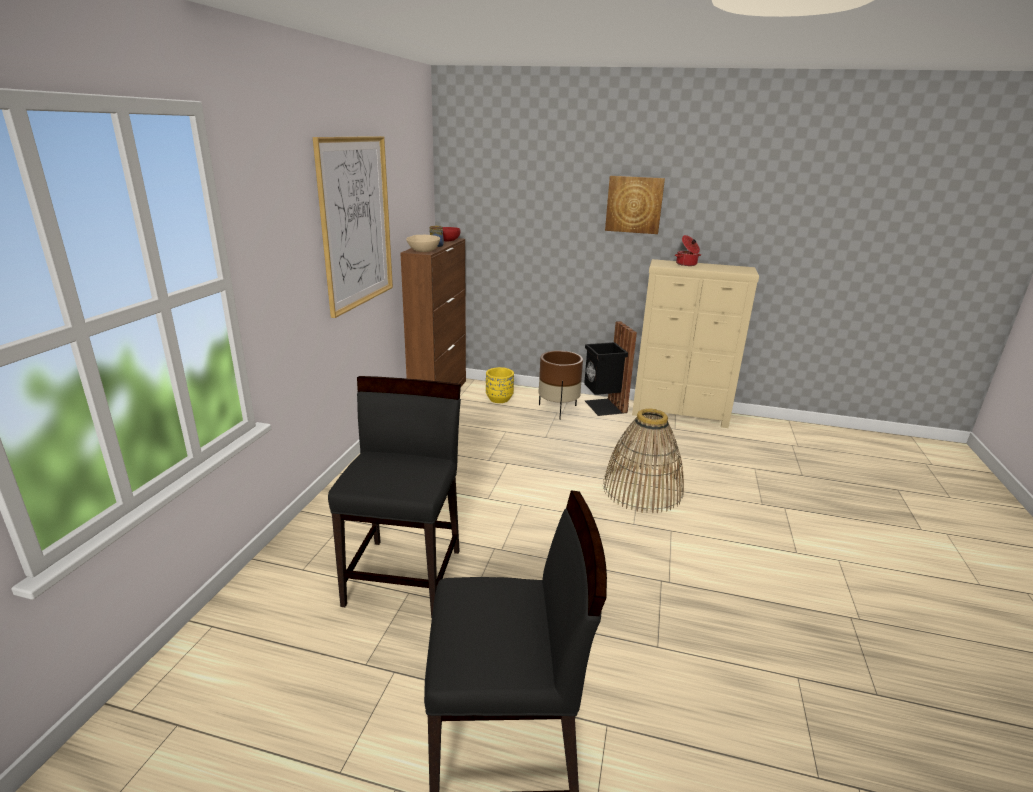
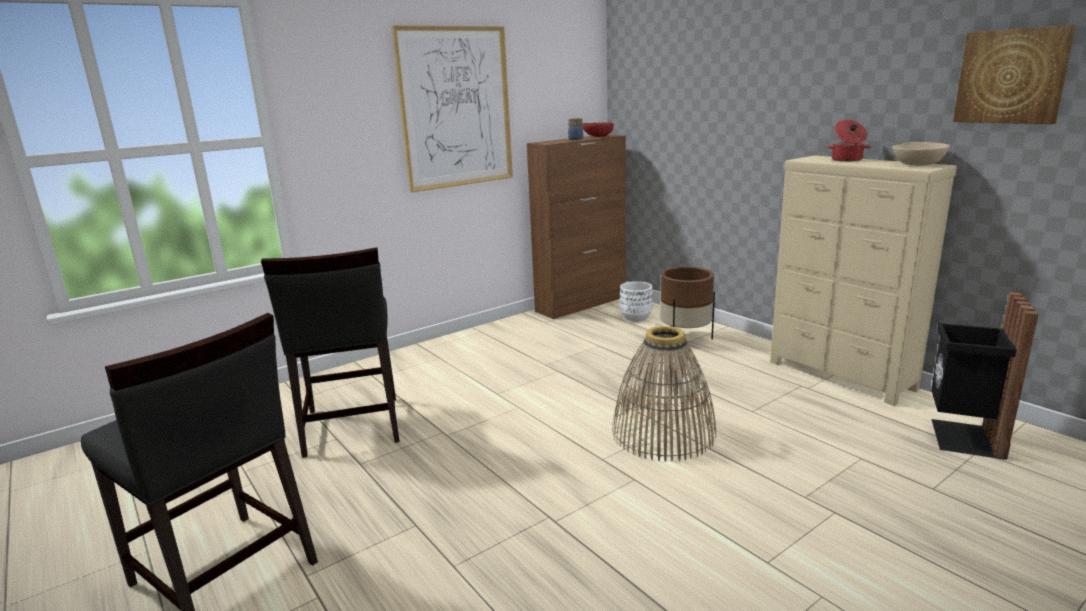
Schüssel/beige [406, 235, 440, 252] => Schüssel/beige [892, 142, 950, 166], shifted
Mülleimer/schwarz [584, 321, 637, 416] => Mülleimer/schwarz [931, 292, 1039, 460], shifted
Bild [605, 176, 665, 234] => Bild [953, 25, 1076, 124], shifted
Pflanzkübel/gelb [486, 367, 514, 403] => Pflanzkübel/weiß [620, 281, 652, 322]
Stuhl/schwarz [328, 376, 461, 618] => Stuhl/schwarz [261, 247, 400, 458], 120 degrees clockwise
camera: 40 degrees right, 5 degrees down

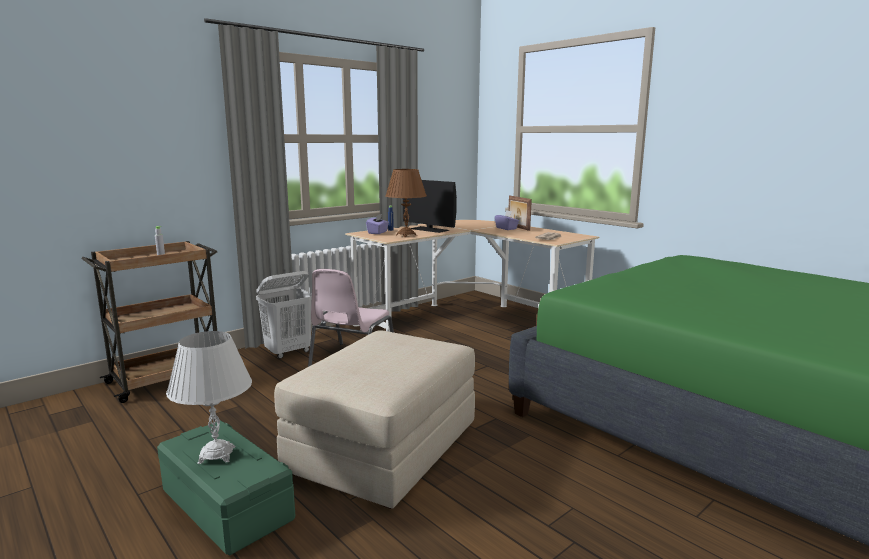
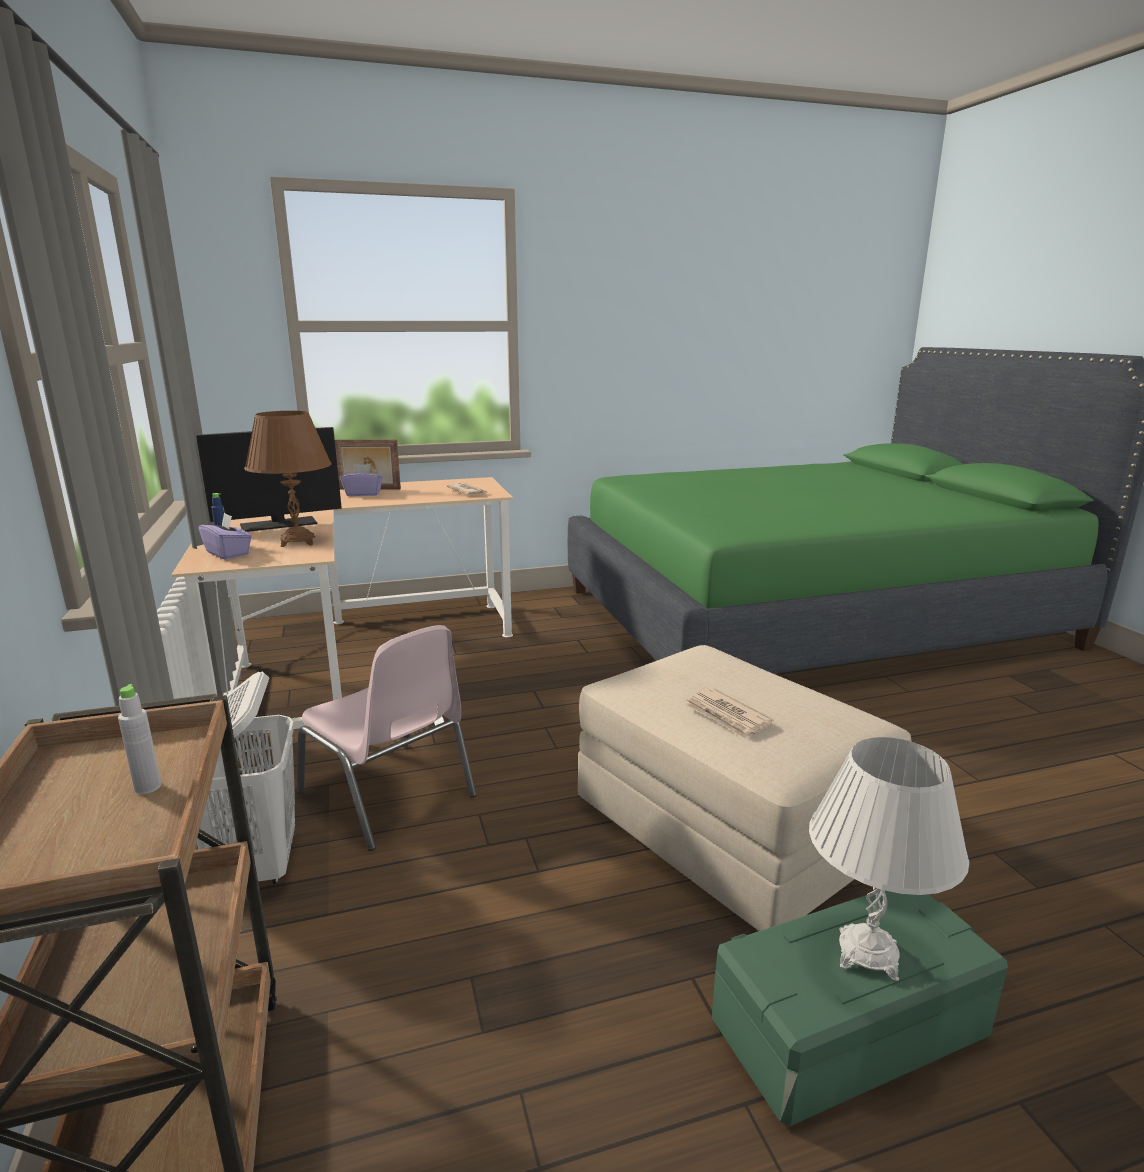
nothing => Zeitung [684, 688, 773, 740]
camera: 65 degrees left, 5 degrees up

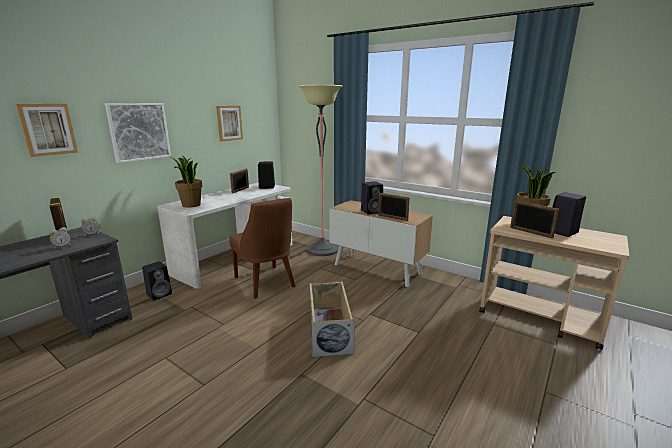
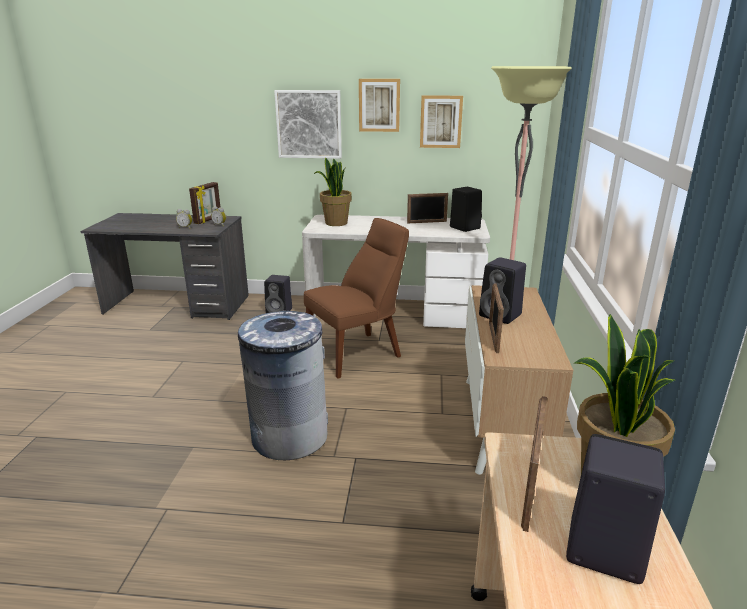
Bild [16, 104, 78, 157] => Bild [359, 79, 400, 132], shifted
Aufbewahrungsbox/beige [310, 282, 355, 357] => Mülleimer/grau [238, 310, 328, 460]
Stuhl/braun [229, 198, 296, 299] => Stuhl/braun [304, 218, 409, 378], 150 degrees counterclockwise
camera: 60 degrees right, 5 degrees up

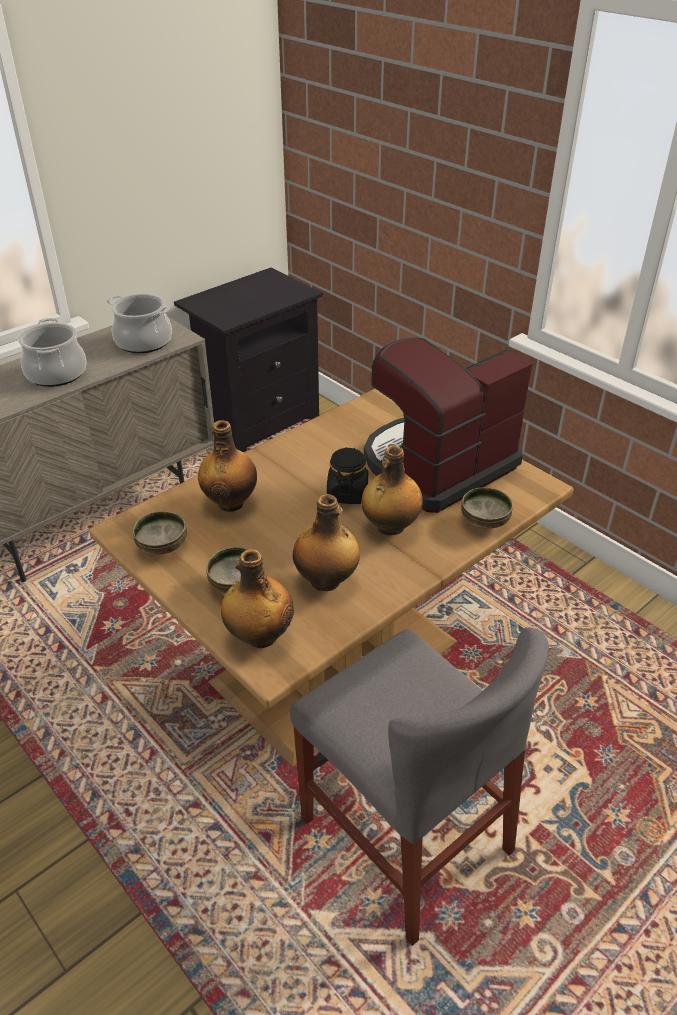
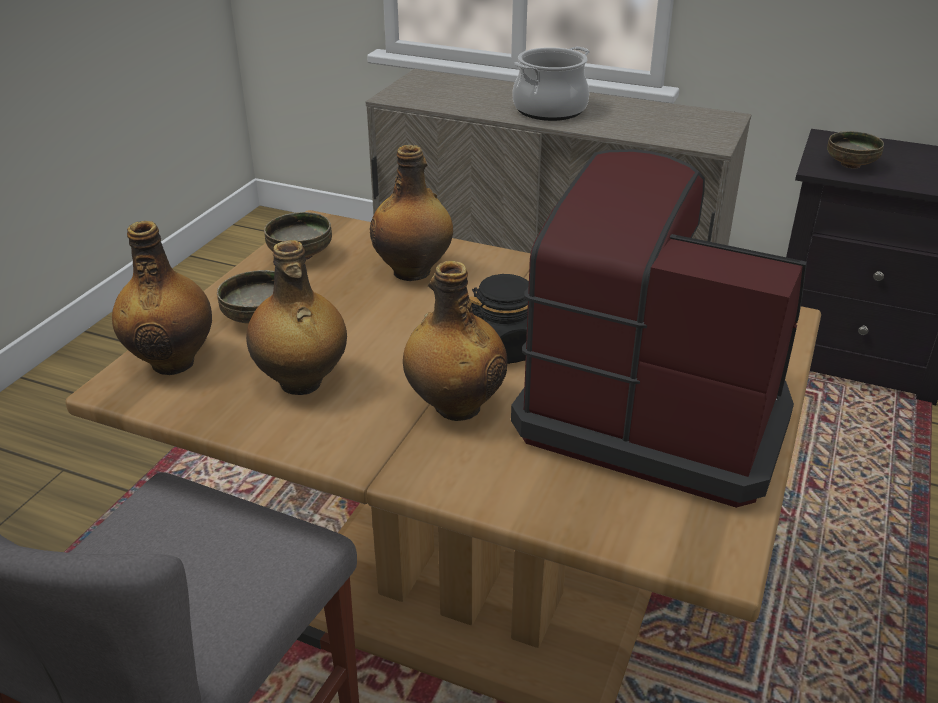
Kochtopf [107, 293, 172, 353] => nothing
Schüssel [461, 487, 513, 529] => Schüssel [827, 131, 884, 169], shifted
camera: 65 degrees right, 5 degrees down

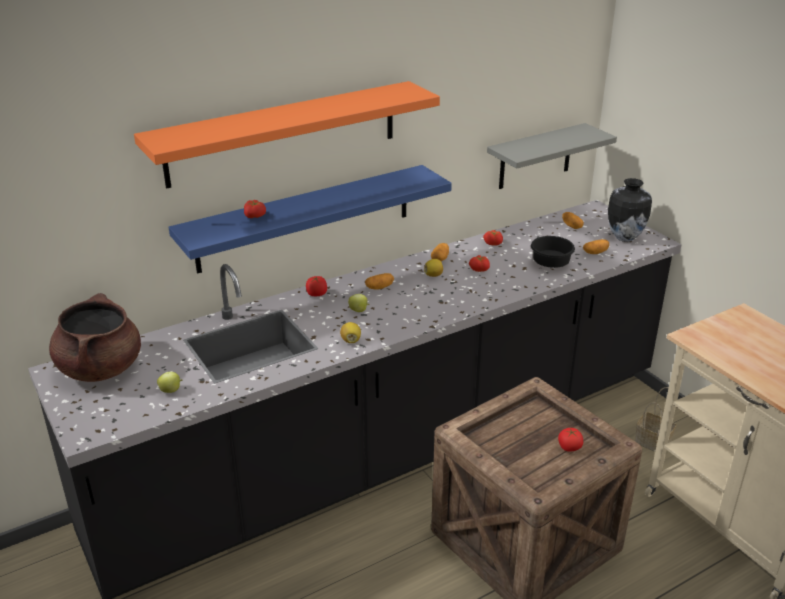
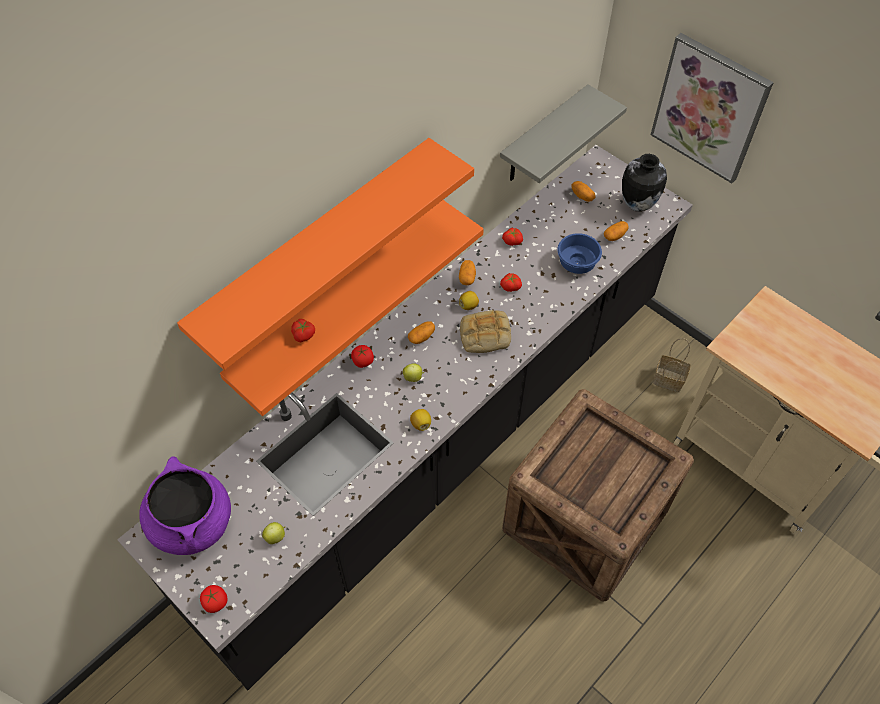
nothing => Brot [460, 310, 511, 353]
nothing => Bild [651, 33, 774, 183]
Tomate [558, 428, 583, 452] => Tomate [200, 585, 228, 613], shifted
Kochtopf/braun [49, 293, 141, 382] => Kochtopf/lila [139, 457, 231, 555]
Wandregal/blau [169, 165, 452, 274] => Wandregal/orange [220, 200, 484, 416]
Schüssel/schwarz [531, 236, 575, 268] => Schüssel/blau [557, 233, 602, 274]
camera: 15 degrees left, 25 degrees up

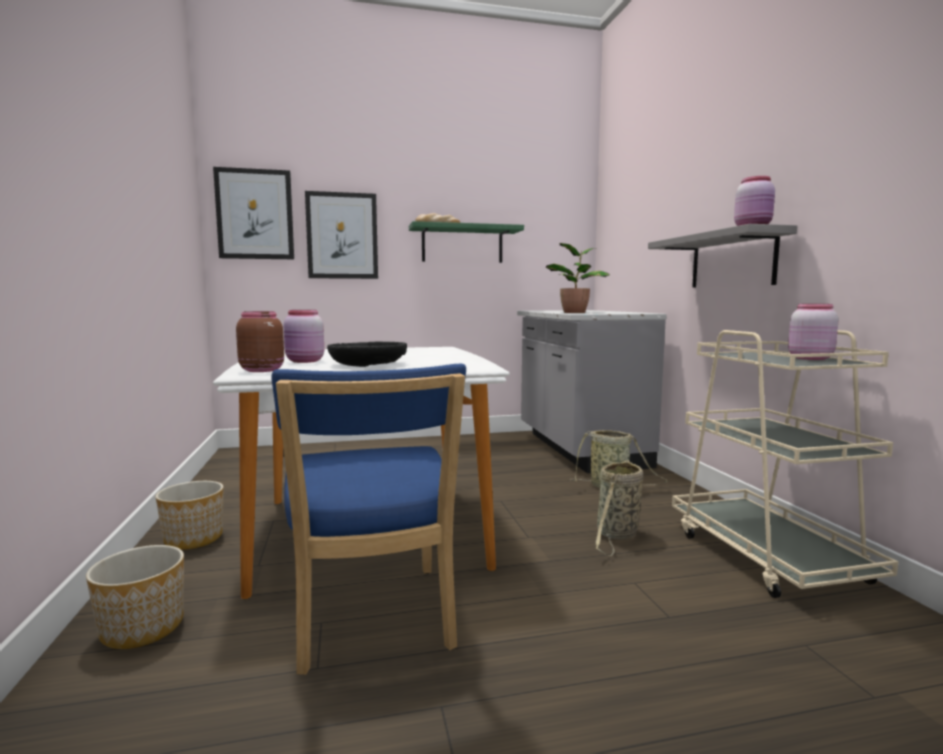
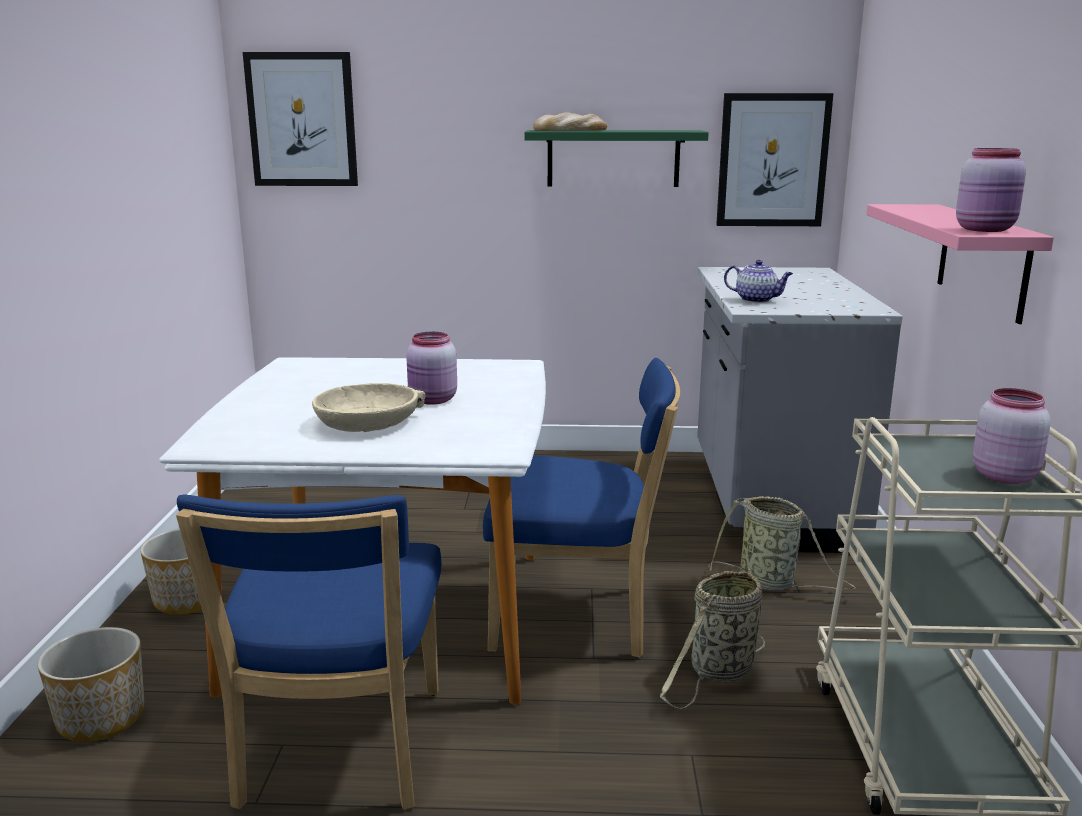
Vorratsglas/braun [236, 311, 284, 372] => nothing
nothing => Stuhl/blau [483, 358, 680, 658]
Vorratsglas/rosa [284, 310, 324, 363] => Vorratsglas/rosa [406, 332, 457, 405], shifted
Bild [305, 191, 378, 279] => Bild [716, 93, 833, 226], shifted
Topfpflanze [546, 243, 610, 313] => Teekanne [724, 260, 793, 303]
Schüssel/schwarz [327, 342, 407, 367] => Schüssel/beige [312, 383, 425, 432]
Wandregal/grau [648, 224, 797, 288] => Wandregal/rosa [866, 204, 1054, 324]
camera: 15 degrees right, 10 degrees up

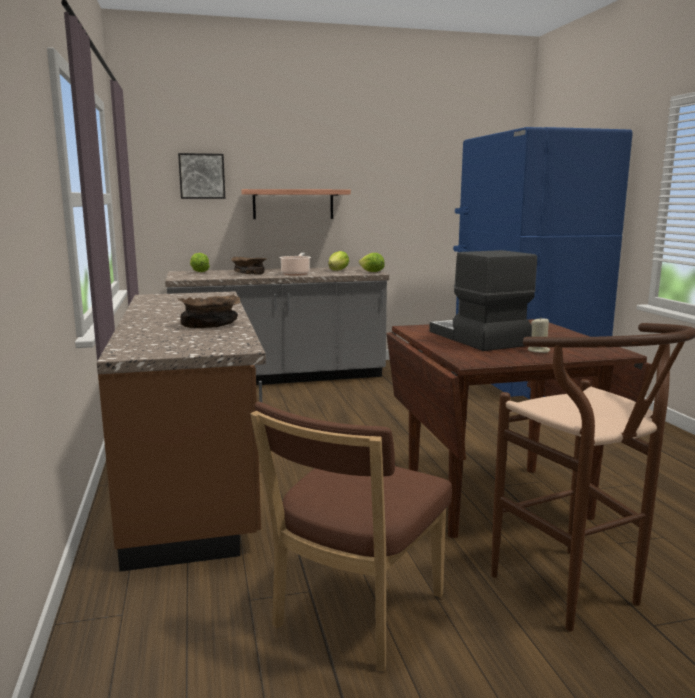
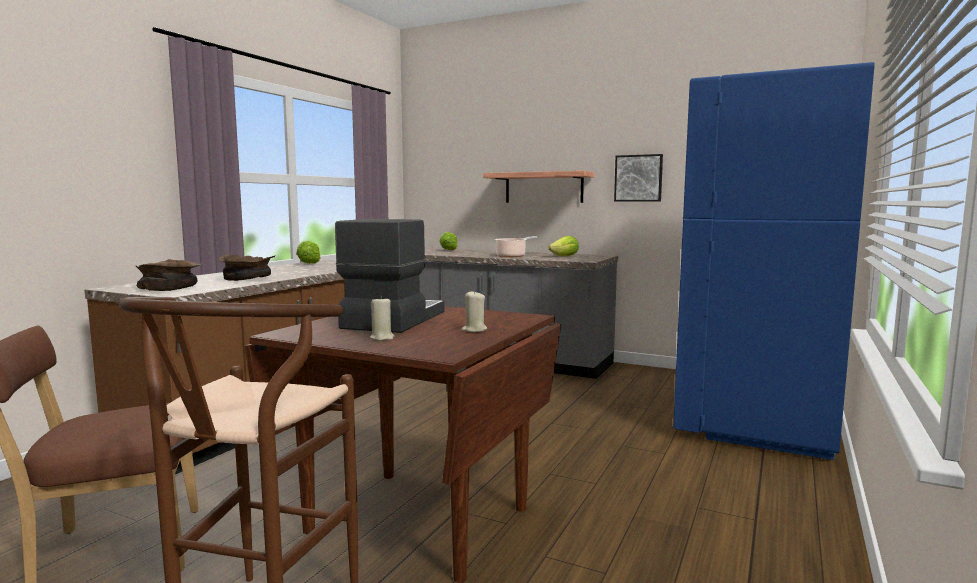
nothing => Kerze/beige [461, 290, 487, 332]
Bild [178, 153, 225, 199] => Bild [614, 154, 663, 202], shifted
Schüssel/braun [231, 257, 267, 275] => Schüssel/braun [136, 259, 203, 291], shifted
Salatkopf [359, 253, 385, 272] => Salatkopf [296, 241, 321, 264], shifted
camera: 40 degrees right, 5 degrees down

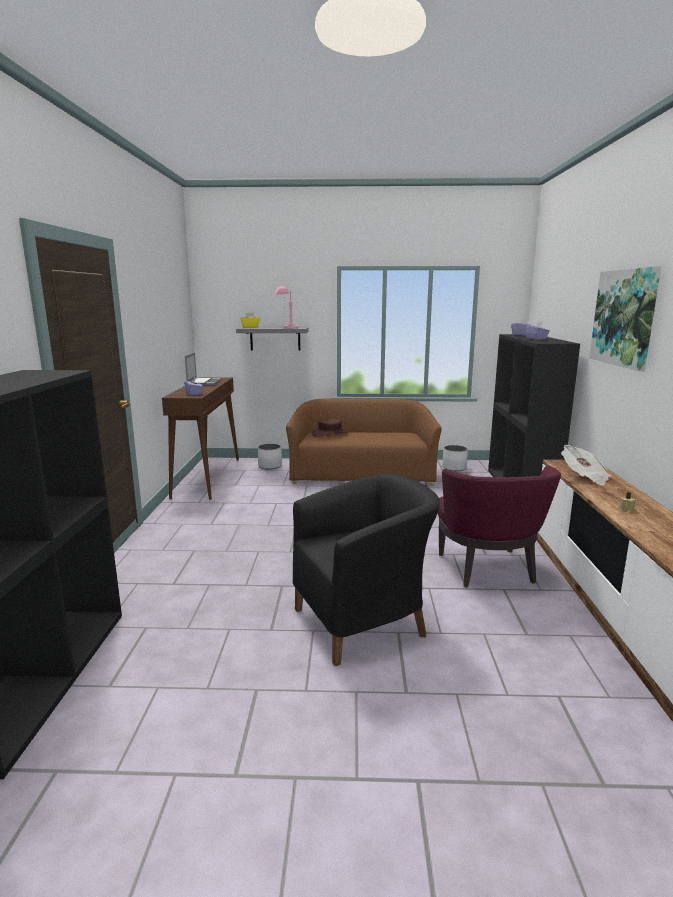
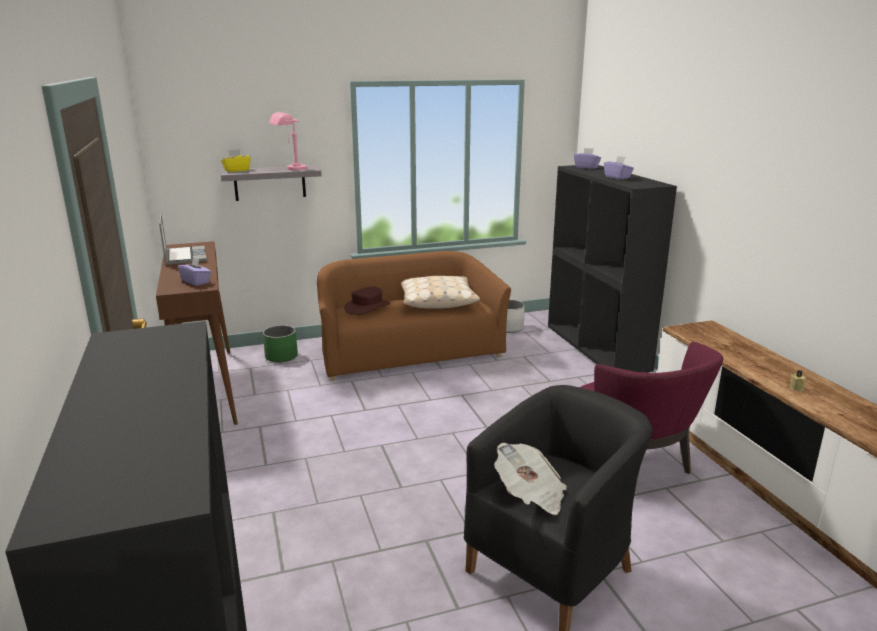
Bild [589, 266, 661, 371] => nothing
nothing => Kissen/beige [401, 276, 480, 309]
Zeitung [561, 445, 611, 486] => Zeitung [494, 443, 567, 515], shifted
Pflanzkübel/weiß [258, 444, 282, 470] => Pflanzkübel/grün [263, 325, 298, 363]
camera: 20 degrees left, 5 degrees up

